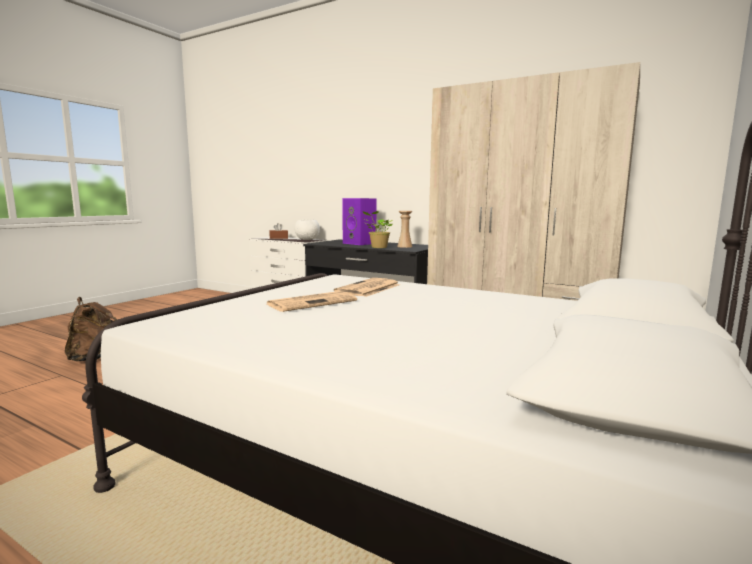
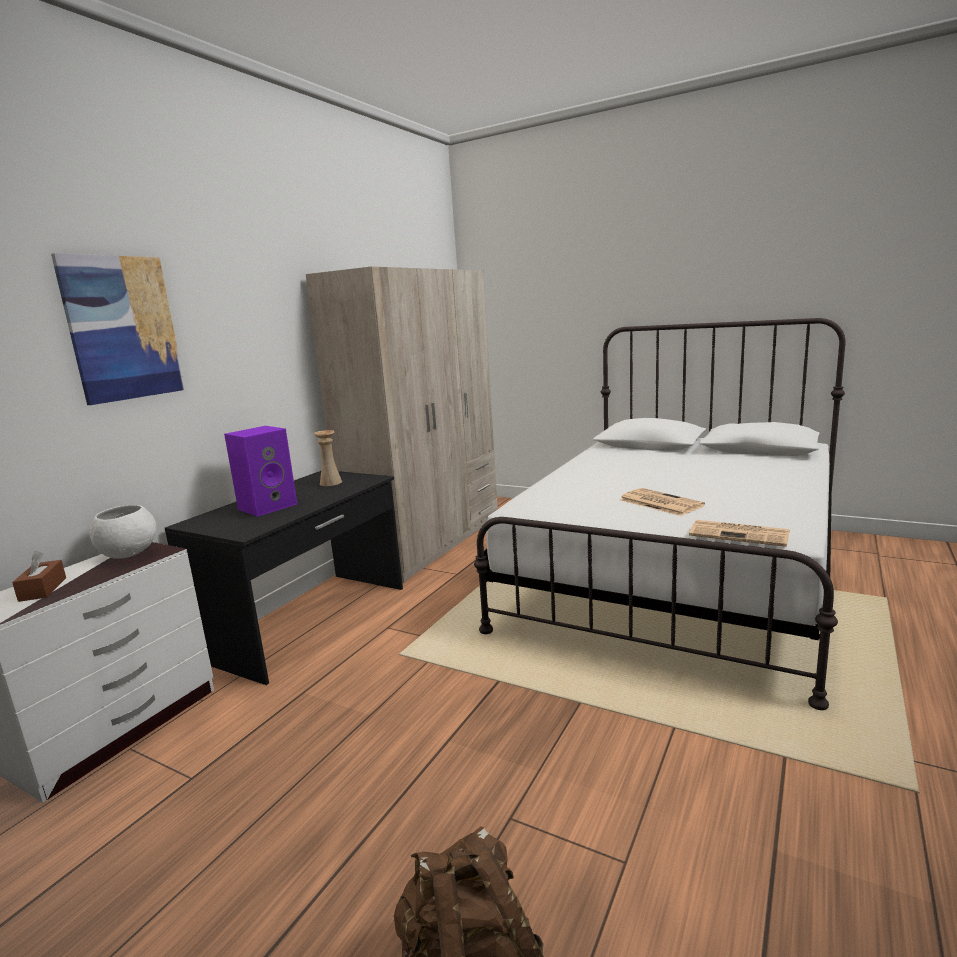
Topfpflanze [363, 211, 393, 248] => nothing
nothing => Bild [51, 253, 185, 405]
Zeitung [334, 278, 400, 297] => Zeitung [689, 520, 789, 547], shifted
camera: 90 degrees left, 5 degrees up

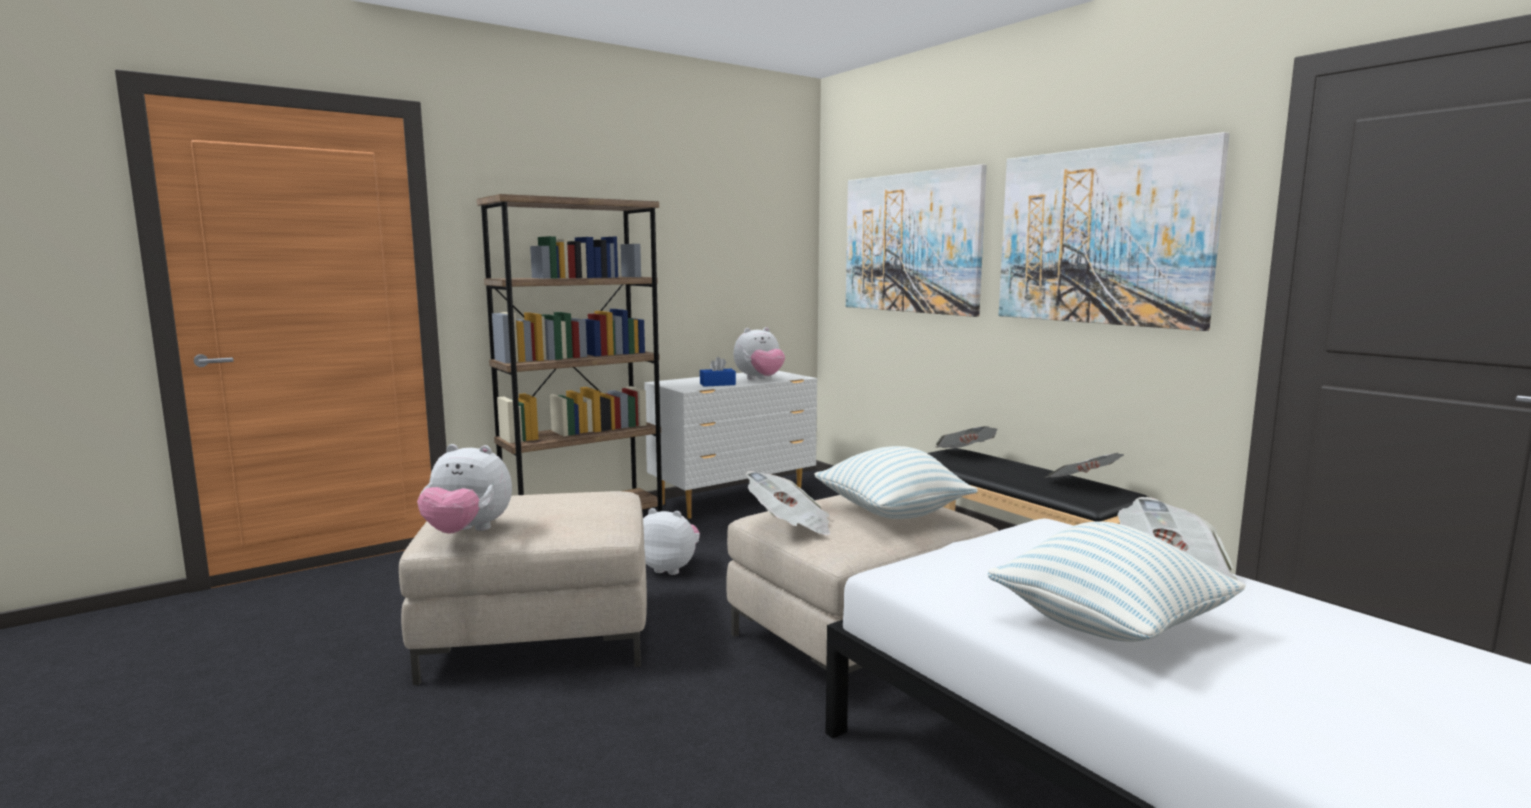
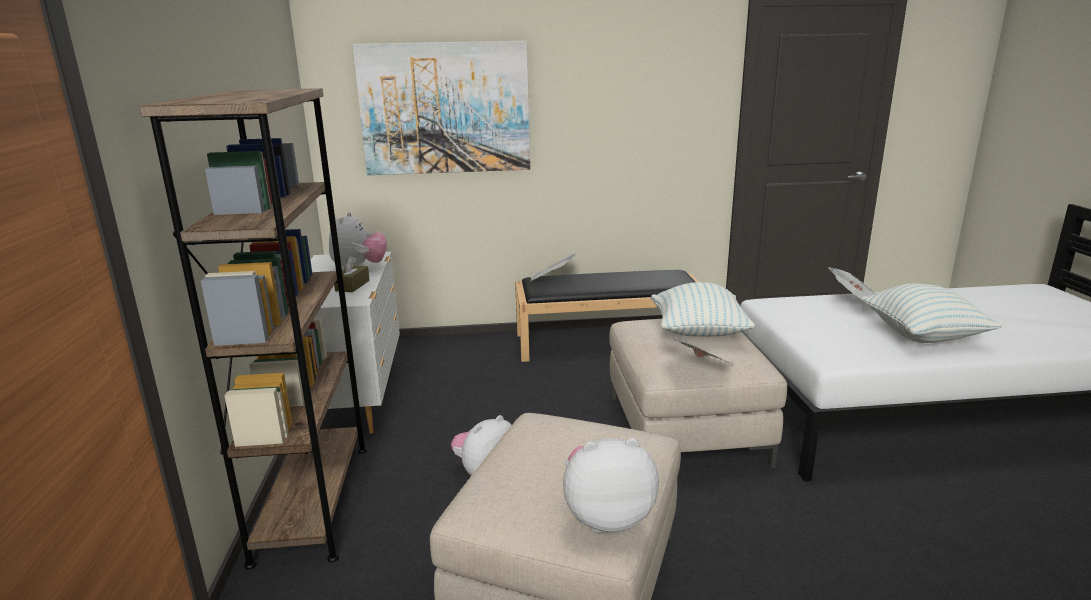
Bild [999, 132, 1229, 331] => nothing
Zeitung [1045, 453, 1124, 478] => nothing
Taschentuchbox/blau [700, 357, 736, 387] => Taschentuchbox/braun [334, 256, 370, 292]
Plüschtier [417, 444, 512, 534] => Plüschtier [563, 438, 659, 533], 135 degrees counterclockwise
camera: 60 degrees left, 10 degrees up

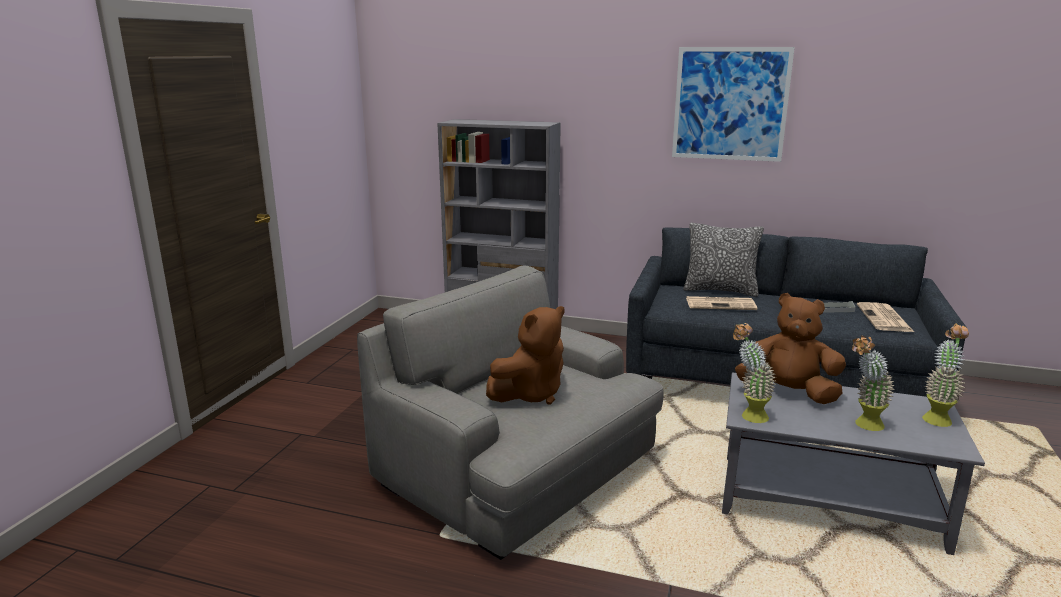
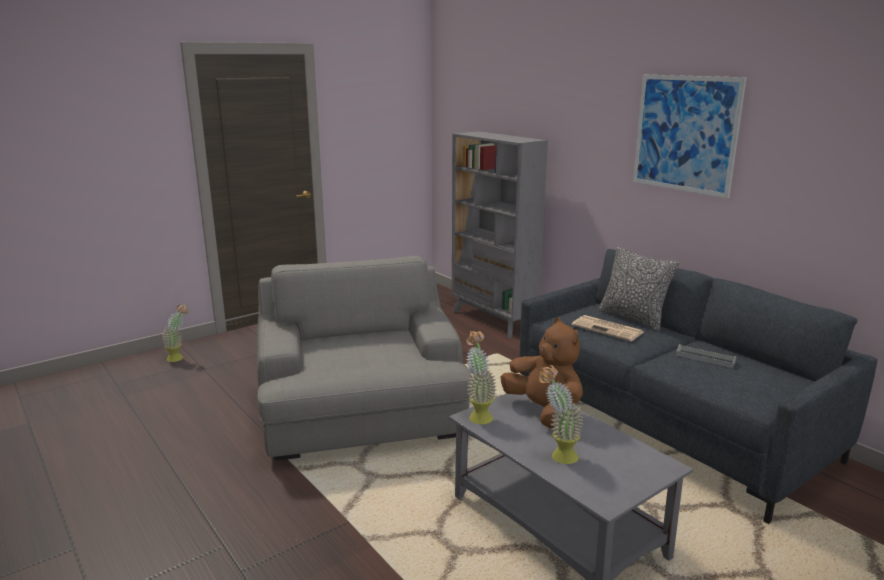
Plüschtier/braun [486, 306, 564, 404] => nothing
Zeitung [857, 302, 914, 332] => nothing
Topfpflanze [922, 323, 969, 427] => Topfpflanze [162, 304, 188, 362], shifted
camera: 35 degrees right, 0 degrees up

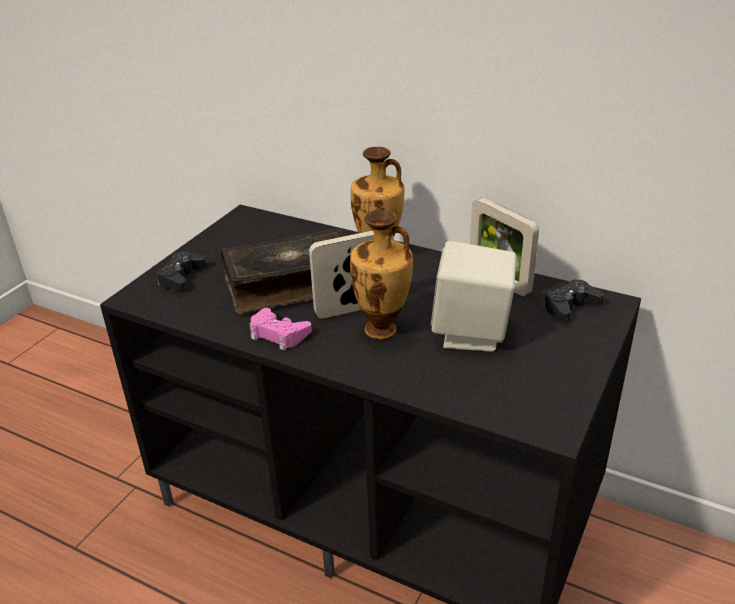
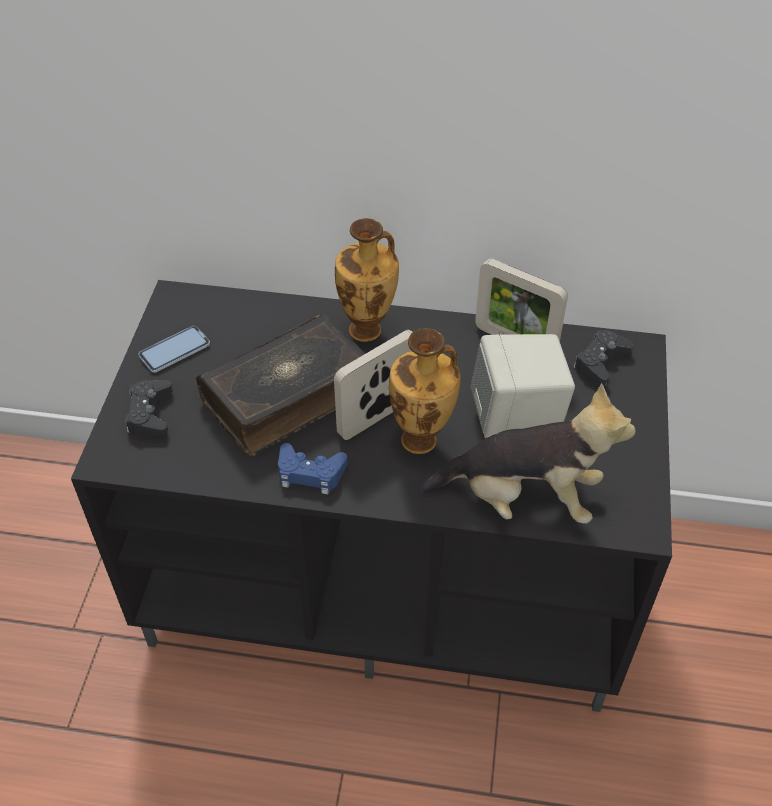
nothing => Handy [138, 326, 210, 373]
nothing => Plüschtier [419, 383, 636, 523]
Gamepad/rosa [250, 308, 312, 350] => Gamepad/blau [278, 443, 348, 494]
camera: 20 degrees left, 15 degrees up

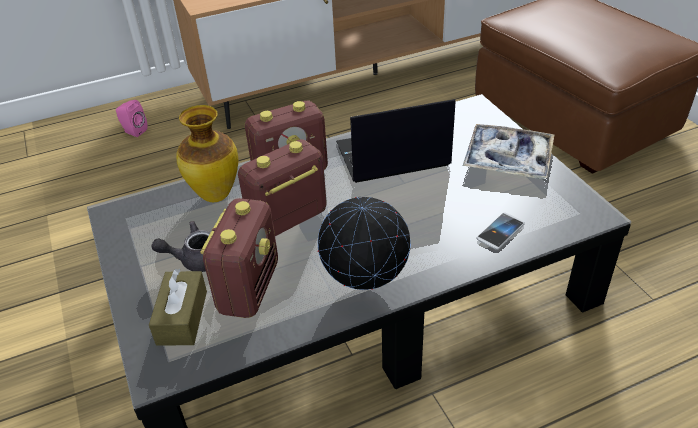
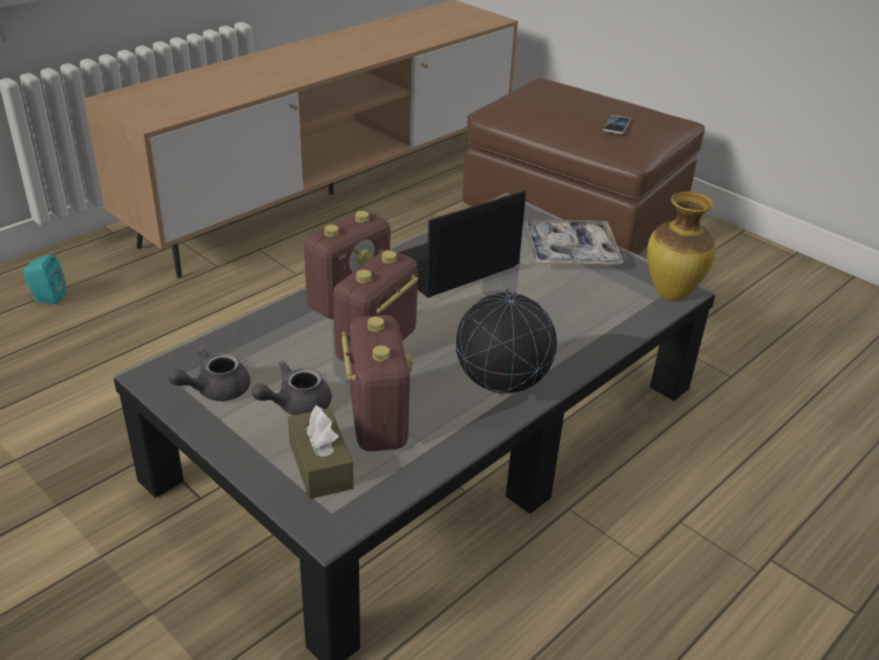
nothing => Teekanne/grau [168, 347, 250, 401]
Vase [176, 105, 238, 202] => Vase [647, 191, 716, 301], shifted
Handy [476, 213, 525, 250] => Handy [603, 115, 631, 134], shifted
Lautsprecher/rosa [116, 100, 148, 137] => Lautsprecher/türkis [23, 254, 66, 305]
camera: 25 degrees left, 5 degrees down

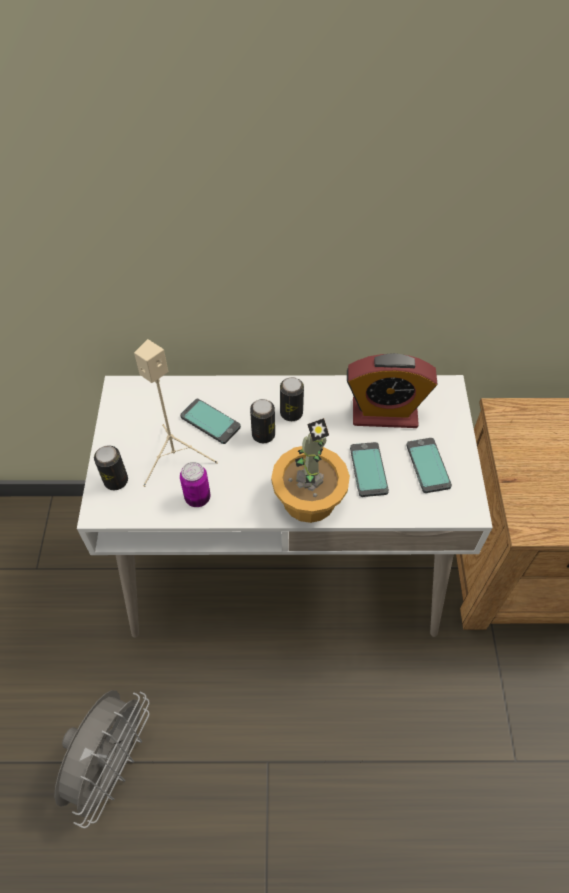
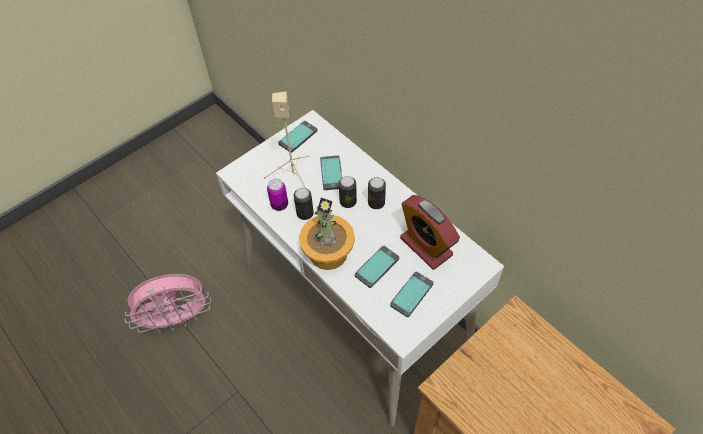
nothing => Handy [278, 121, 318, 153]
Dose [94, 446, 128, 490] => Dose [293, 188, 314, 220], shifted
Ventilator/grau [54, 690, 150, 828] => Ventilator/rosa [125, 274, 211, 334]
camera: 50 degrees right, 0 degrees up

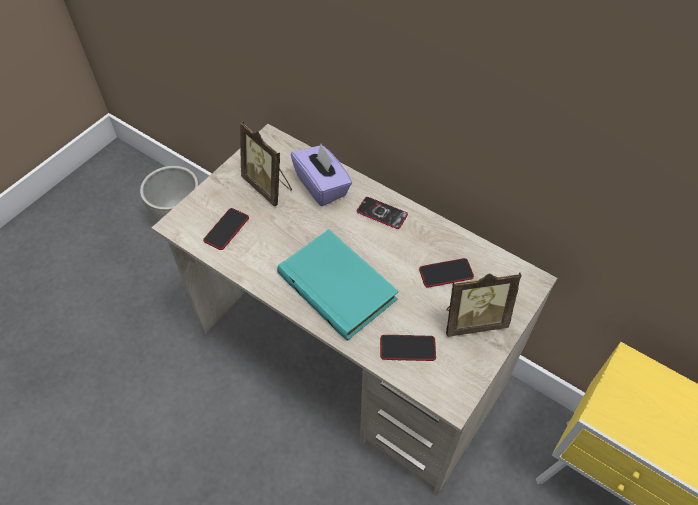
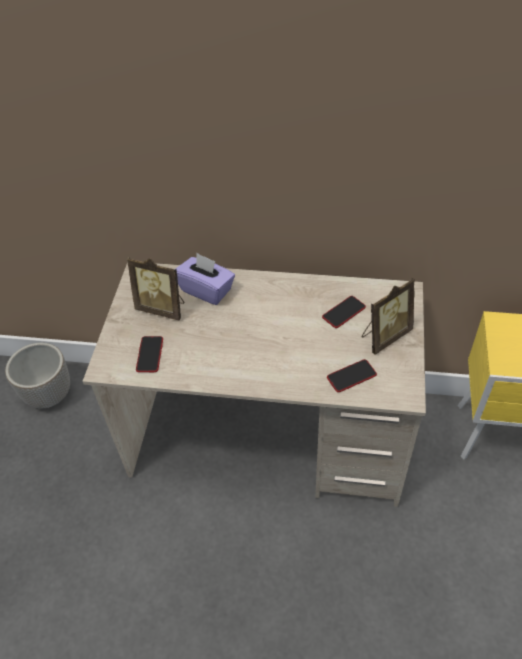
Buch/türkis [277, 229, 399, 341] => nothing
Handy [357, 197, 408, 229] => nothing
camera: 25 degrees left, 5 degrees down

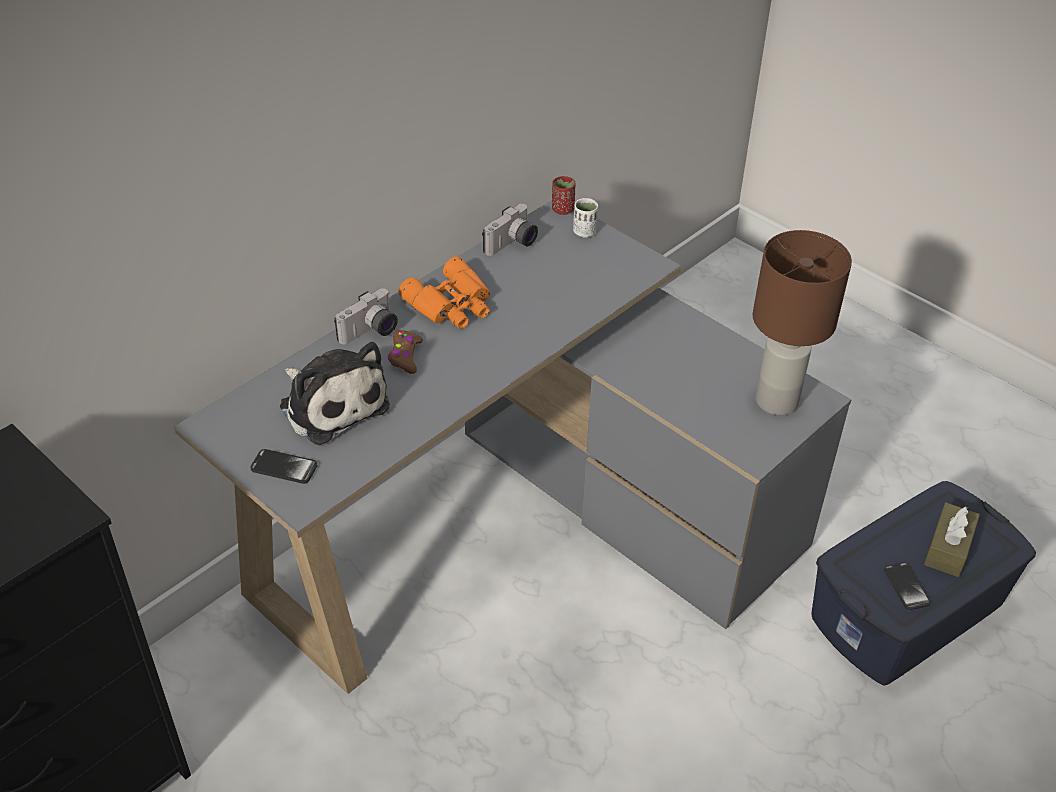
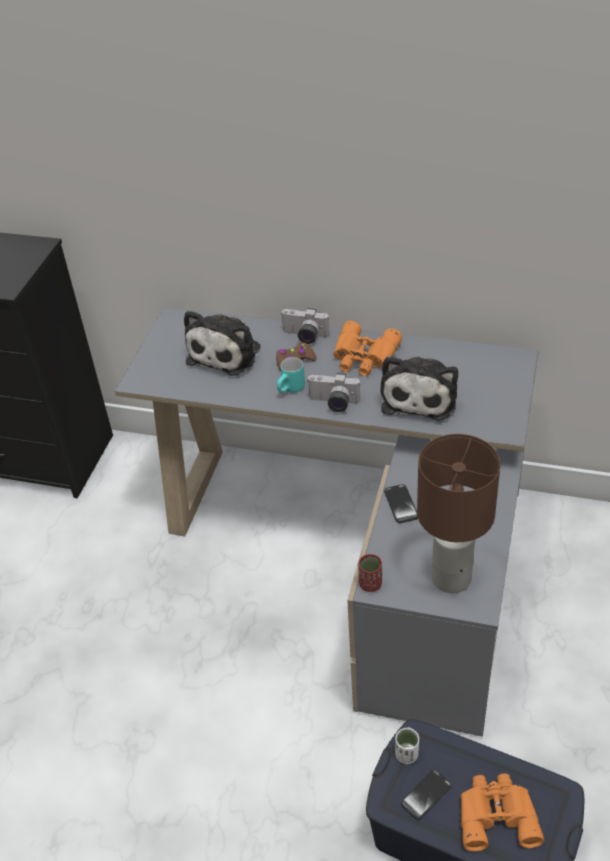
nothing => Henkelbecher/türkis [277, 357, 305, 393]
nothing => Plüschtier [380, 356, 458, 421]
Handy [250, 449, 317, 484] => Handy [384, 484, 418, 523], shifted
Kamera [482, 204, 538, 256] => Kamera [307, 373, 360, 412], shifted
Tasse/rot [552, 176, 576, 215] => Tasse/rot [358, 554, 382, 592], shifted
Tasse/weiß [573, 198, 598, 238] => Tasse/weiß [395, 728, 419, 764], shifted
Taschentuchbox/braun [924, 503, 980, 577] => Fernglas/orange [461, 774, 544, 852]
camera: 65 degrees right, 0 degrees up

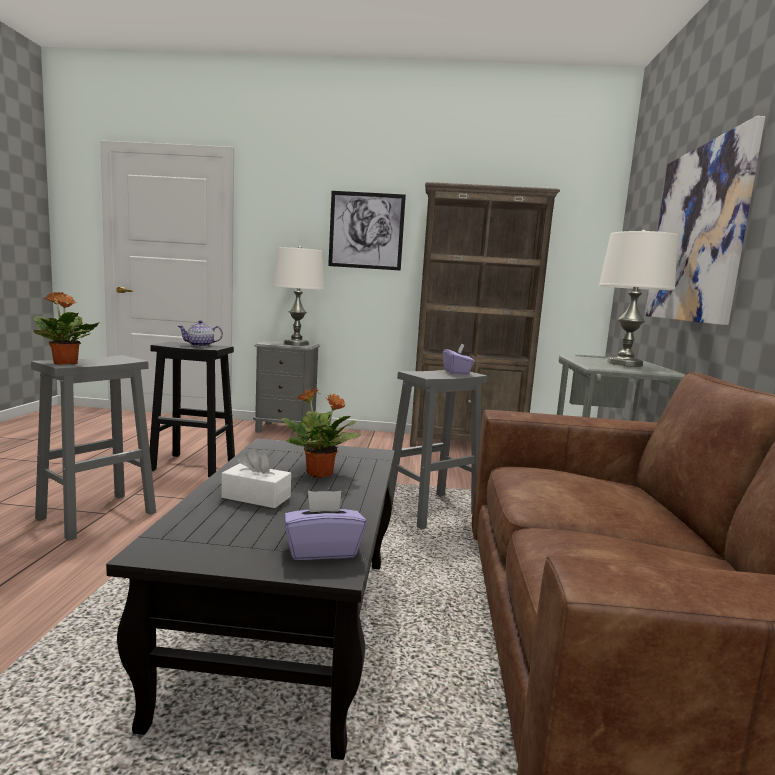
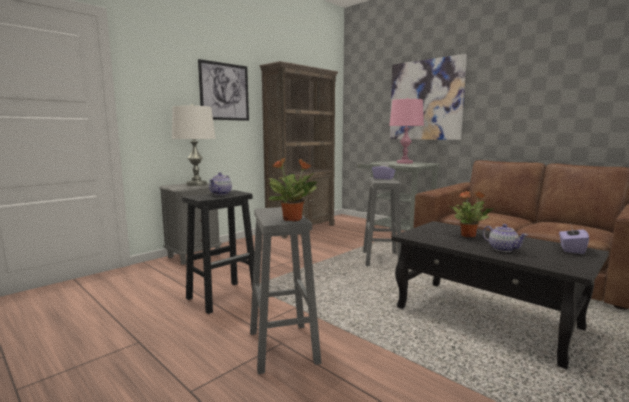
Taschentuchbox/weiß [221, 448, 291, 508] => Teekanne [483, 224, 528, 252]
Tischlampe/weiß [599, 230, 678, 367] => Tischlampe/rosa [389, 98, 424, 164]
camera: 50 degrees left, 0 degrees up

